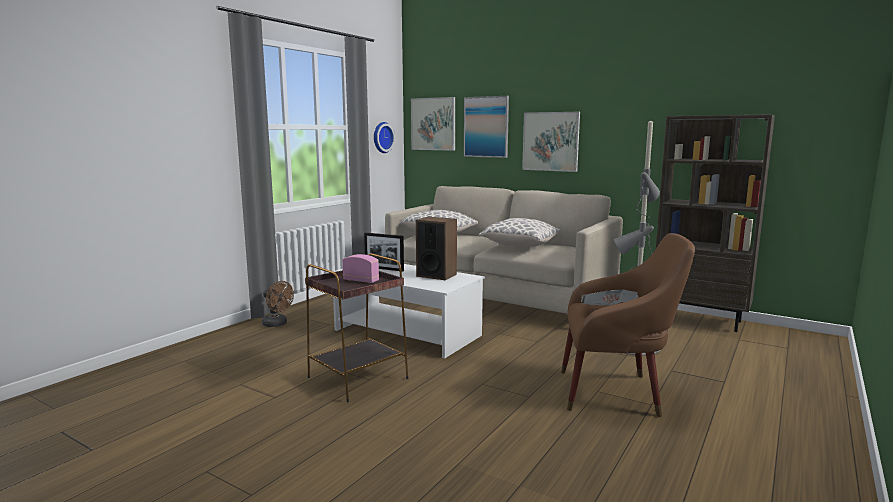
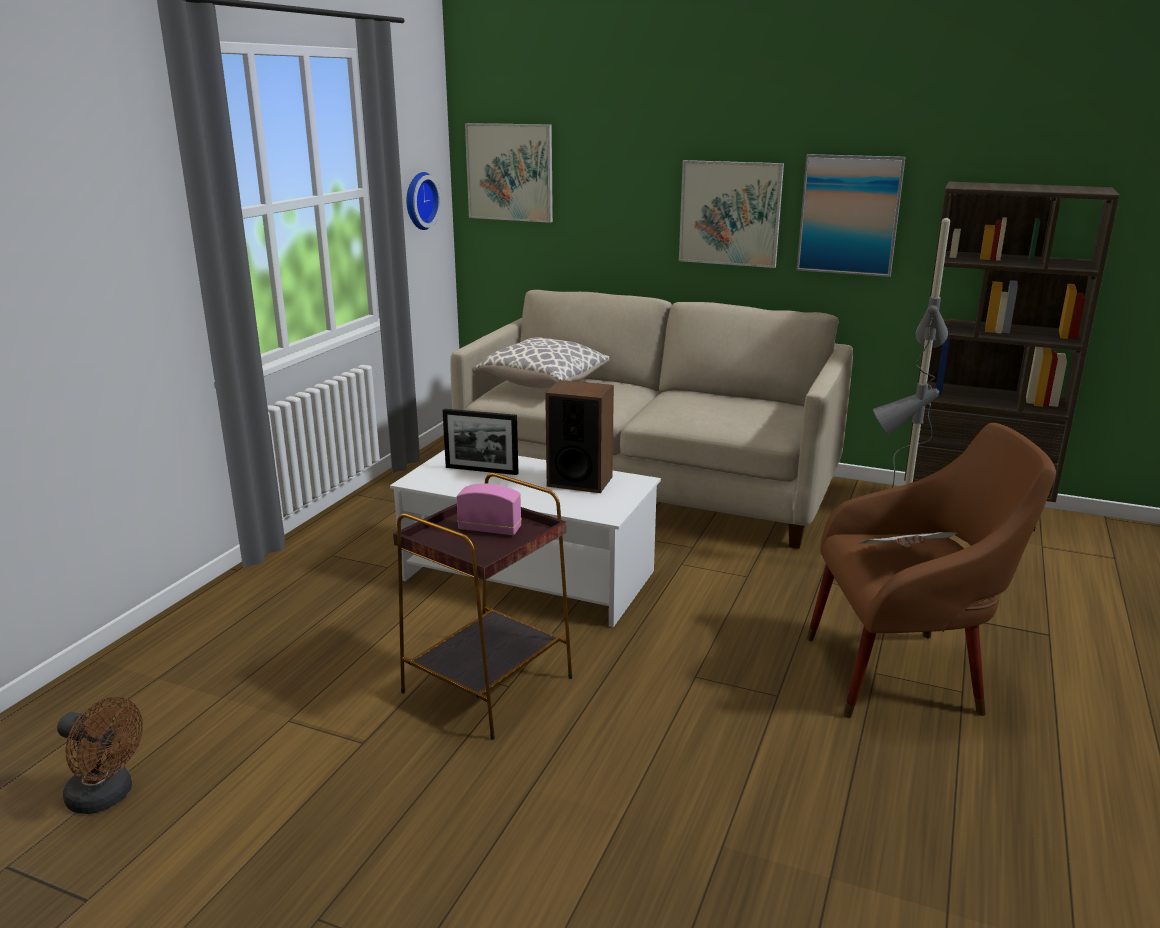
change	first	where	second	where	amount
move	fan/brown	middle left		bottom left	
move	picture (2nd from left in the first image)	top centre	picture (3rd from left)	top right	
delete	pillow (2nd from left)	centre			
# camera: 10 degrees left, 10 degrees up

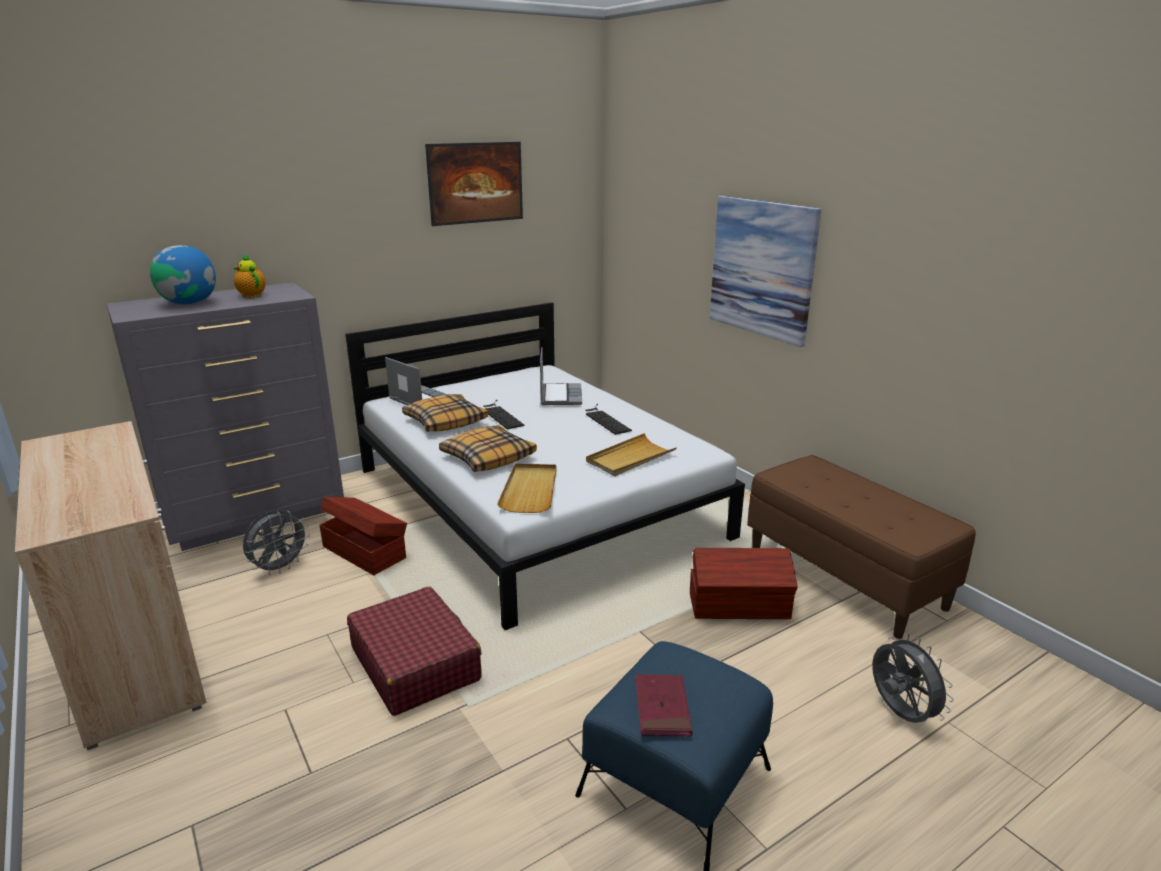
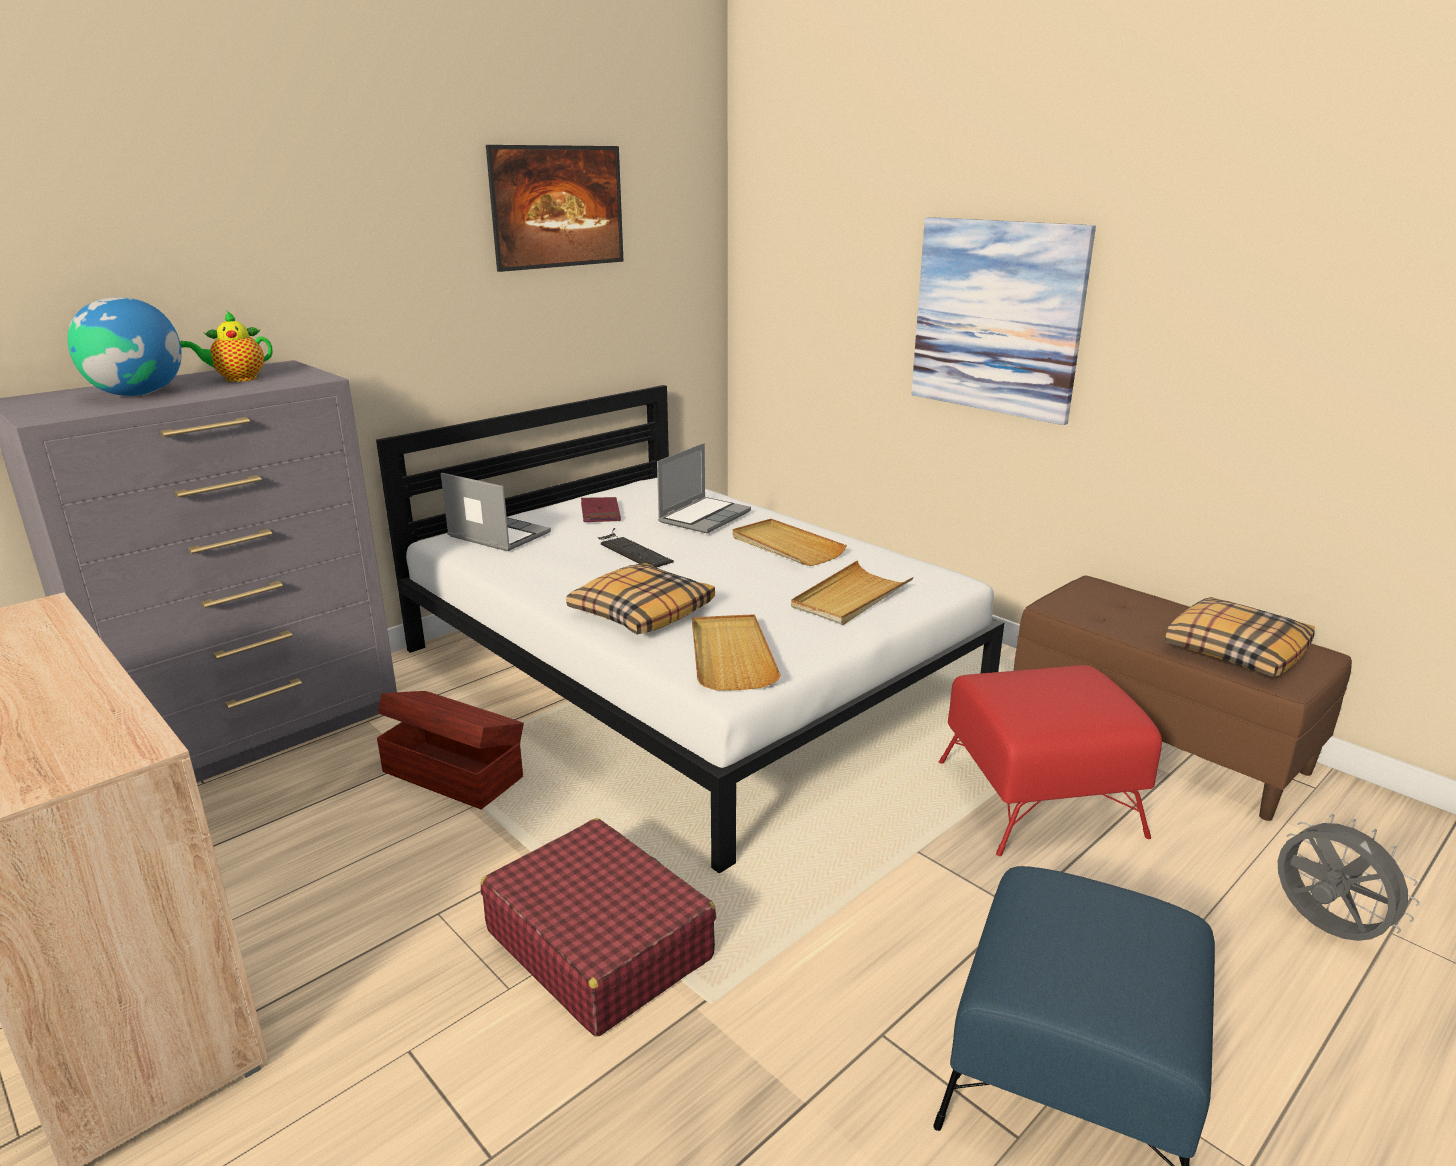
change	first	where	second	where	amount
rotate	teapot	top left		top left	60 degrees counterclockwise
move	book/red	bottom centre		centre	
rotate	laptop (2nd from left)	centre		centre	45 degrees clockwise
replace	keyboard (2nd from left)	centre	tray/beige (2nd from left)	centre	
replace	storage box/brown (2nd from left)	bottom centre	ottoman/red	middle right	
move	pillow (1st from left in the first image)	centre	pillow (2nd from left)	middle right	
delete	fan/grey (1st from left)	middle left			
# camera: 10 degrees left, 0 degrees up

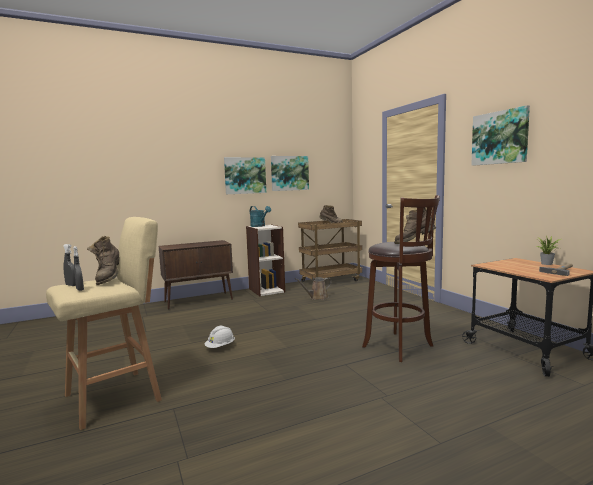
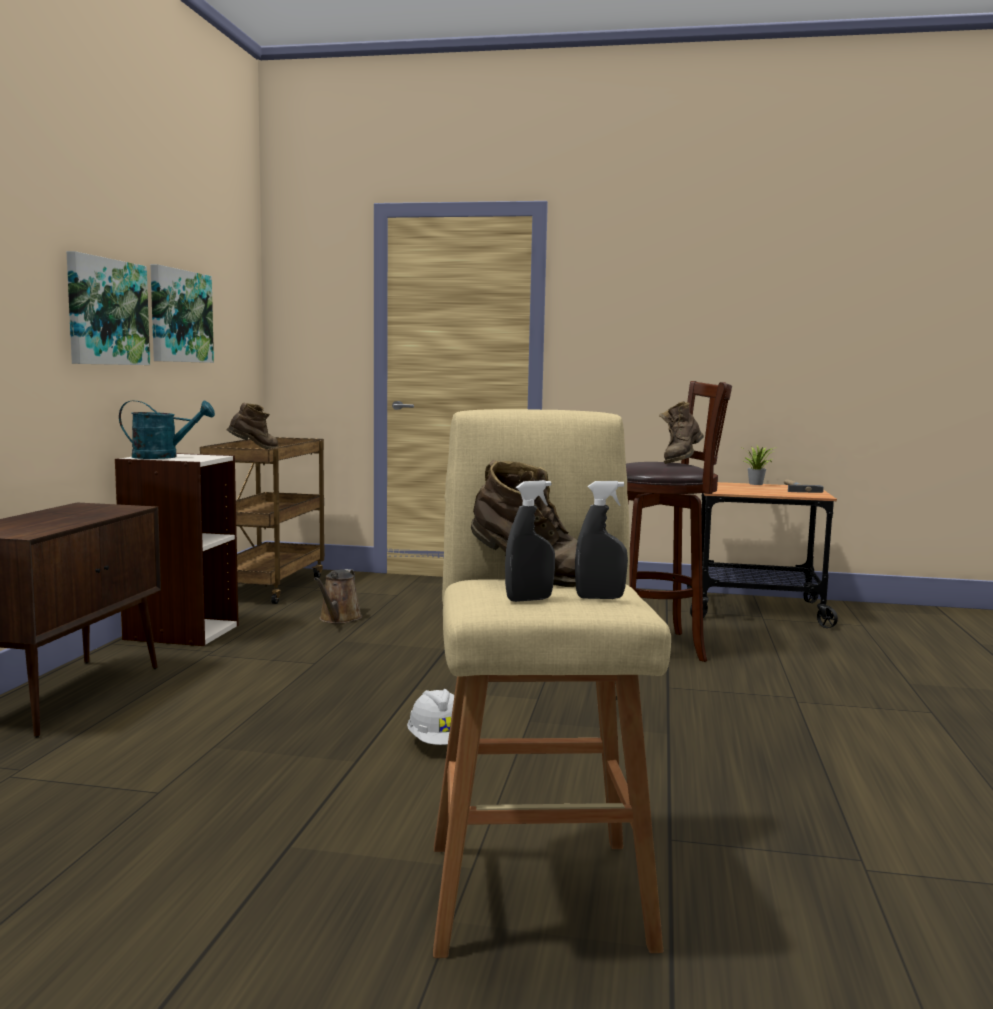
change	first	where	second	where	amount
delete	picture (3rd from left)	top right			
# camera: 55 degrees left, 0 degrees up

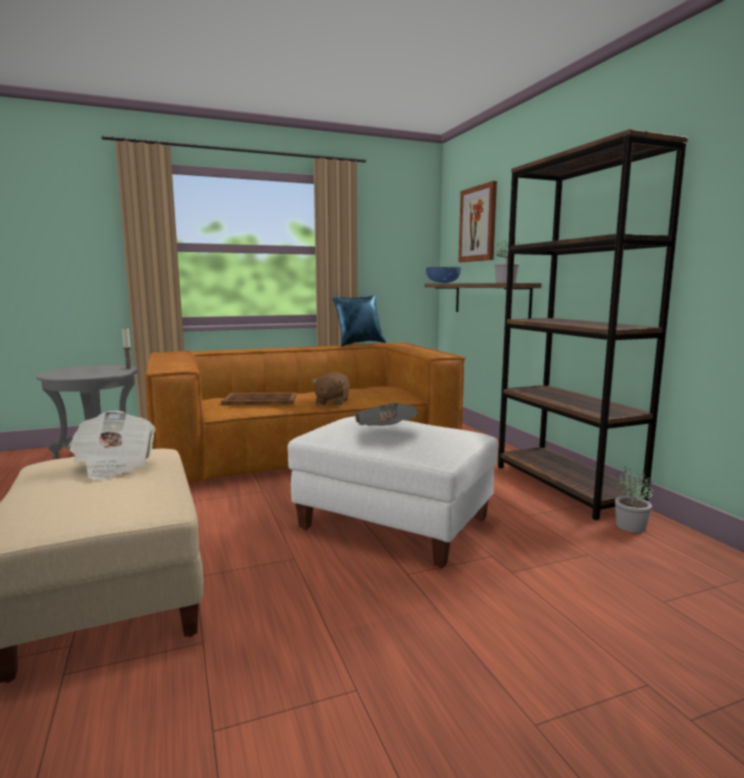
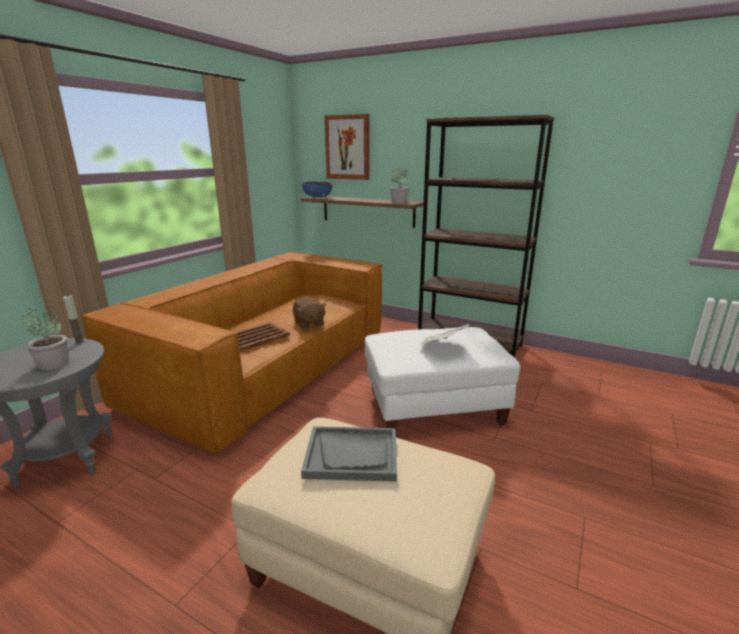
change	first	where	second	where	amount
move	potted plant (2nd from left in the first image)	middle right	potted plant (1st from left)	middle left	
replace	newspaper (1st from left)	middle left	tray/grey	bottom centre	
delete	pillow/blue	centre			
# camera: 40 degrees left, 10 degrees up

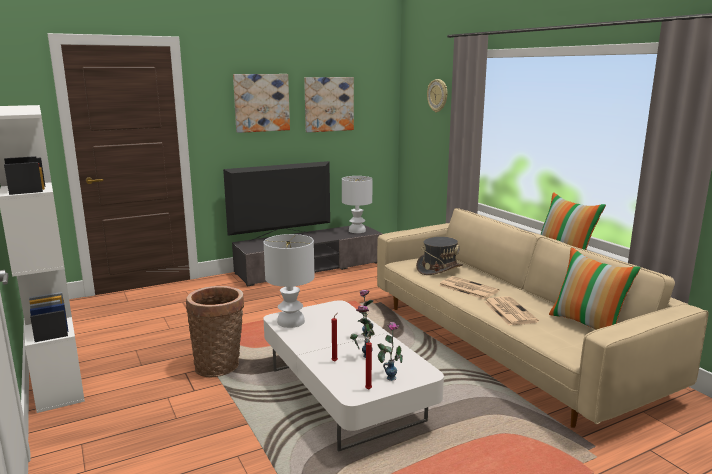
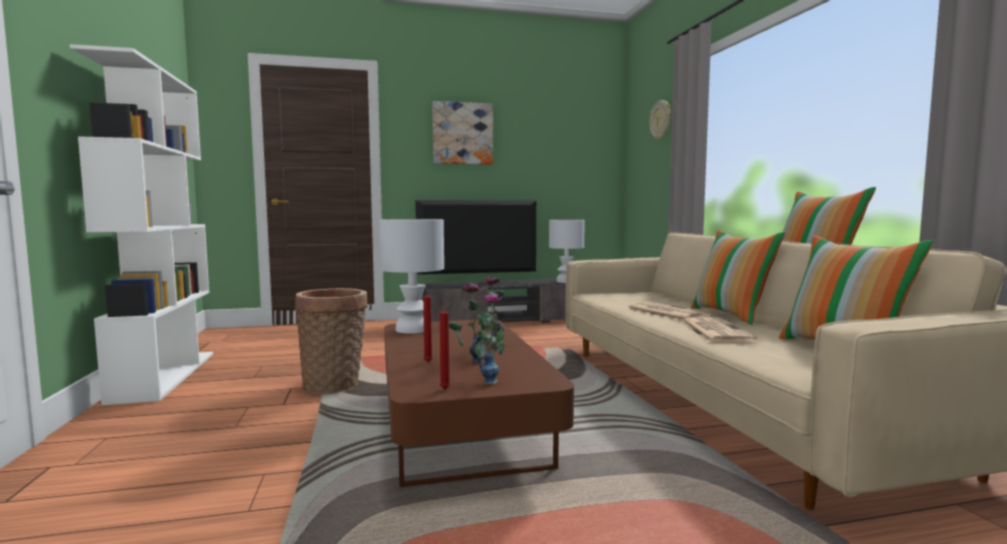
change	first	where	second	where	amount
recolor	coffee table/white	bottom centre	coffee table/brown	bottom centre	
insert			pillow (1st from left)	middle right	
delete	picture (2nd from left)	top centre			
delete	hat/grey	centre			
# camera: 15 degrees right, 10 degrees down

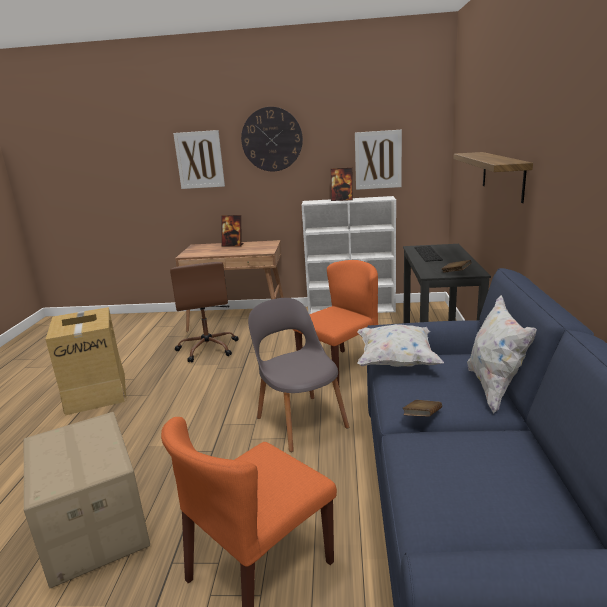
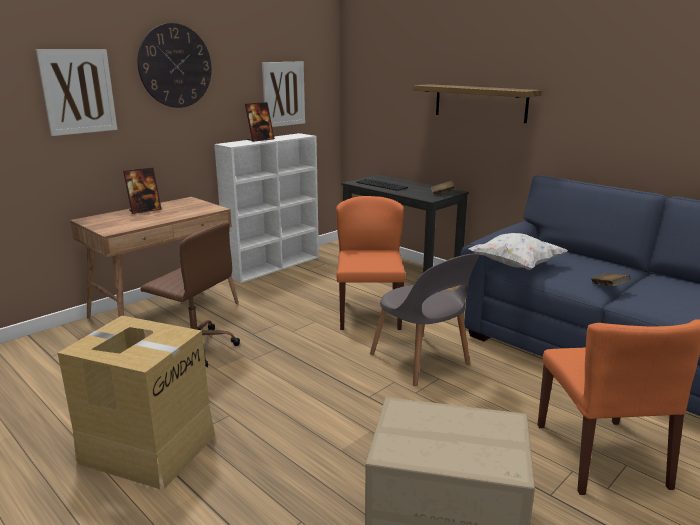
change	first	where	second	where	amount
rotate	chair/grey	centre		centre	135 degrees counterclockwise
delete	pillow/white (2nd from left)	middle right			
# camera: 50 degrees left, 0 degrees up

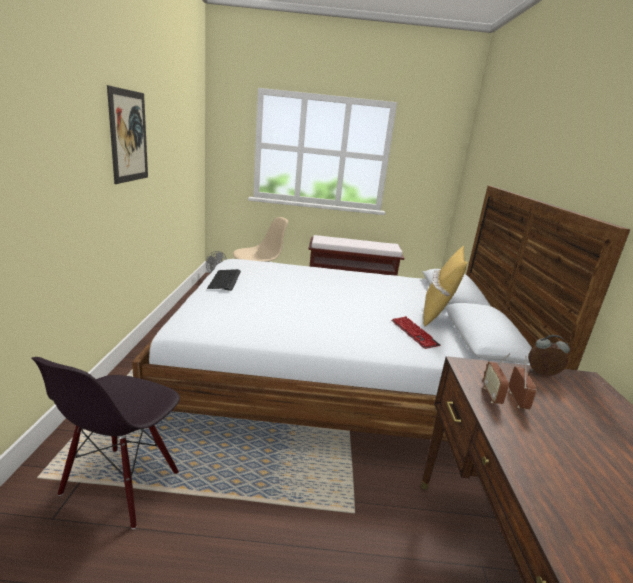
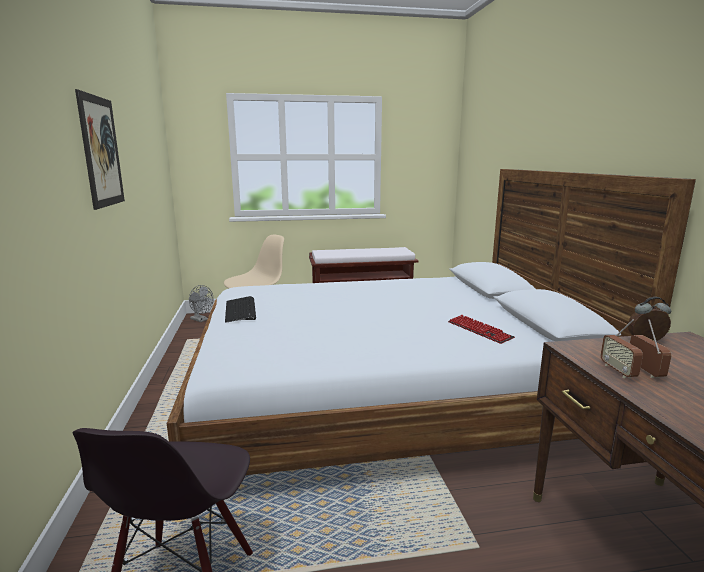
change	first	where	second	where	amount
delete	pillow/yellow	middle right			
# camera: 10 degrees left, 5 degrees down

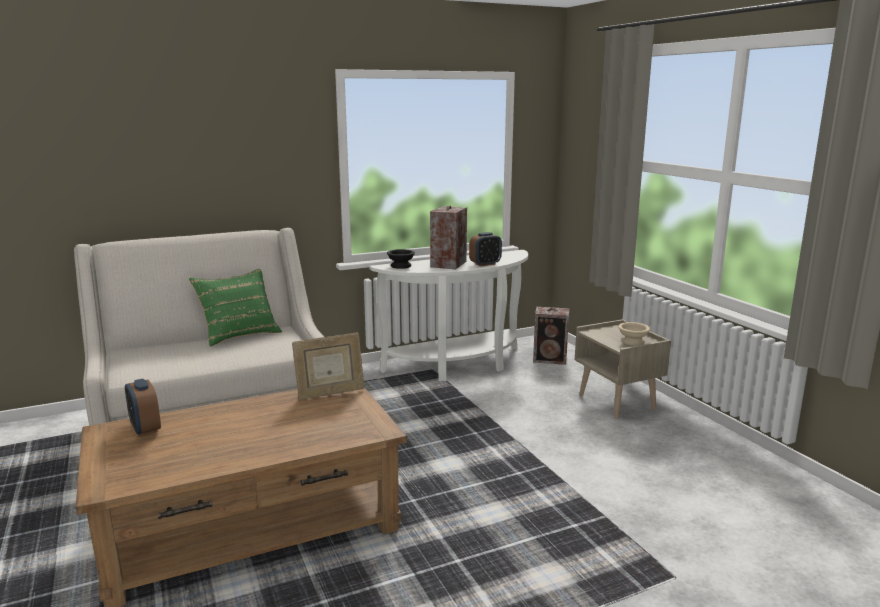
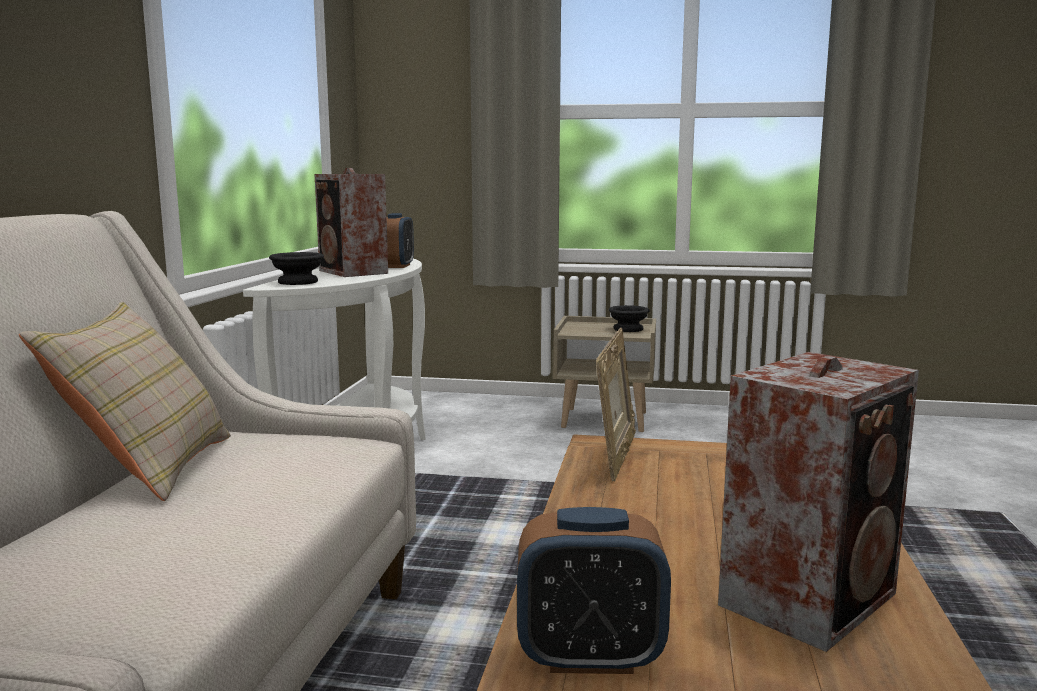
change	first	where	second	where	amount
recolor	pillow/green	middle left	pillow/beige	middle left	
recolor	bowl/beige	middle right	bowl/black (2nd from left)	centre	
move	speaker (2nd from left)	centre		bottom right	
# camera: 55 degrees left, 5 degrees down

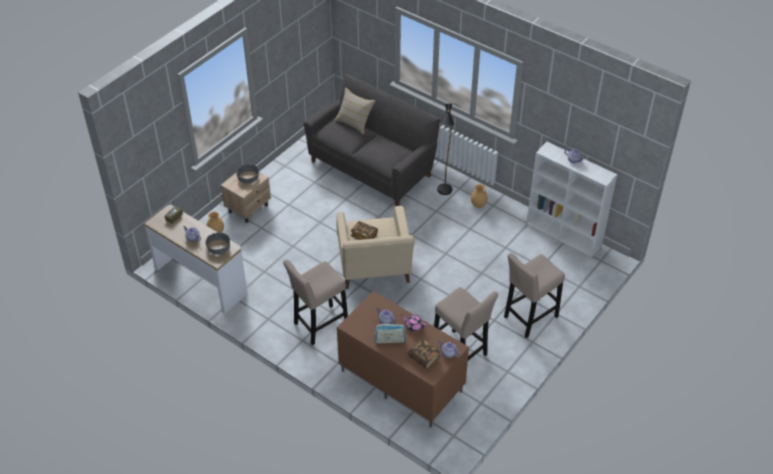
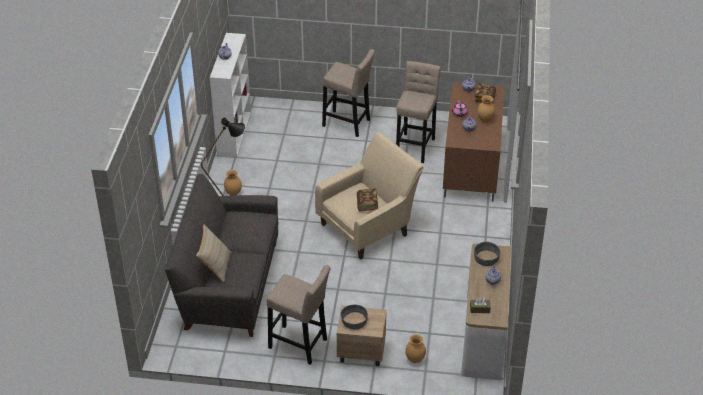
change	first	where	second	where	amount
move	stool/beige (1st from left)	centre		bottom centre	
replace	radio	bottom centre	vase/brown (3rd from left)	top right	
# camera: 120 degrees left, 5 degrees down

